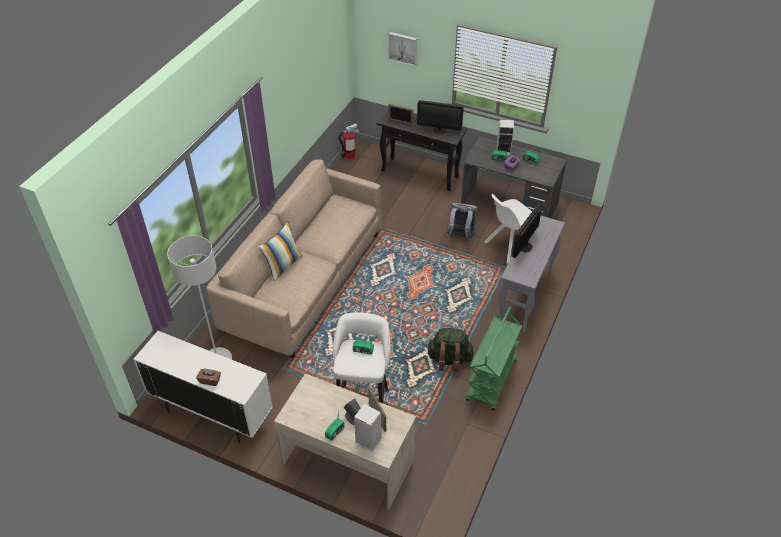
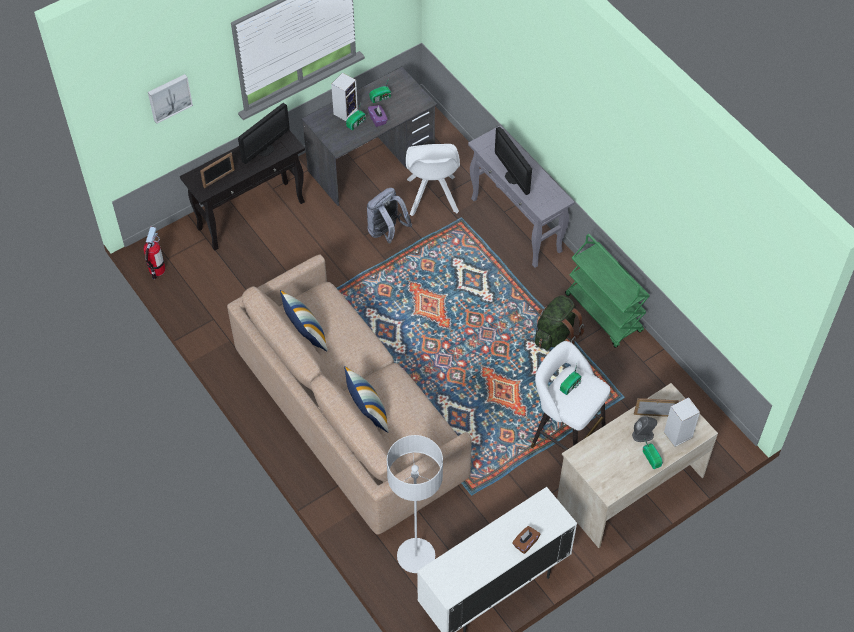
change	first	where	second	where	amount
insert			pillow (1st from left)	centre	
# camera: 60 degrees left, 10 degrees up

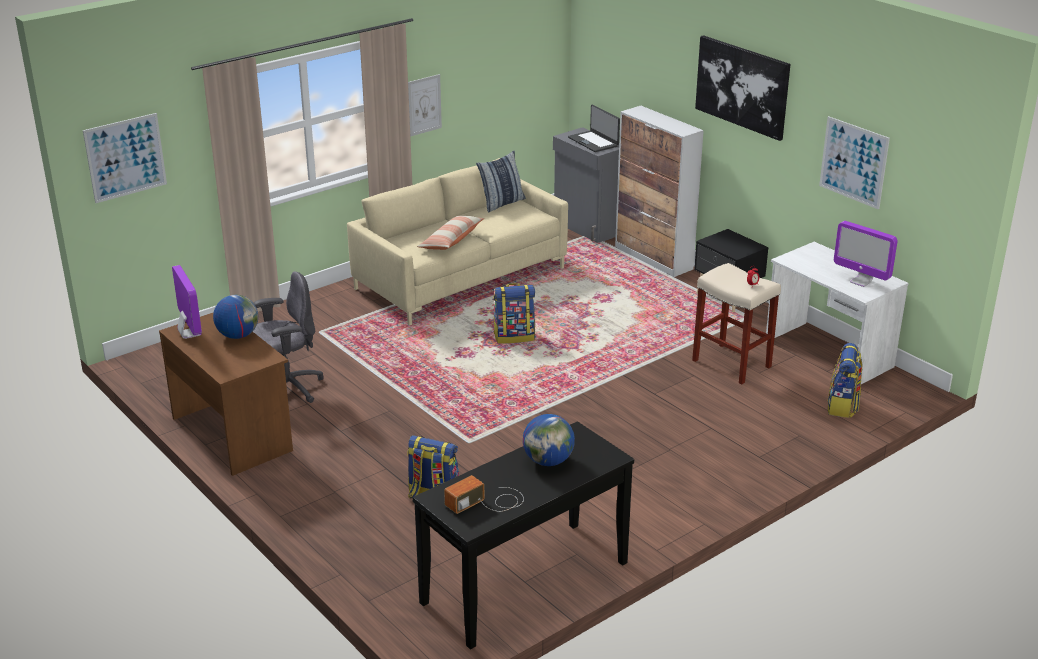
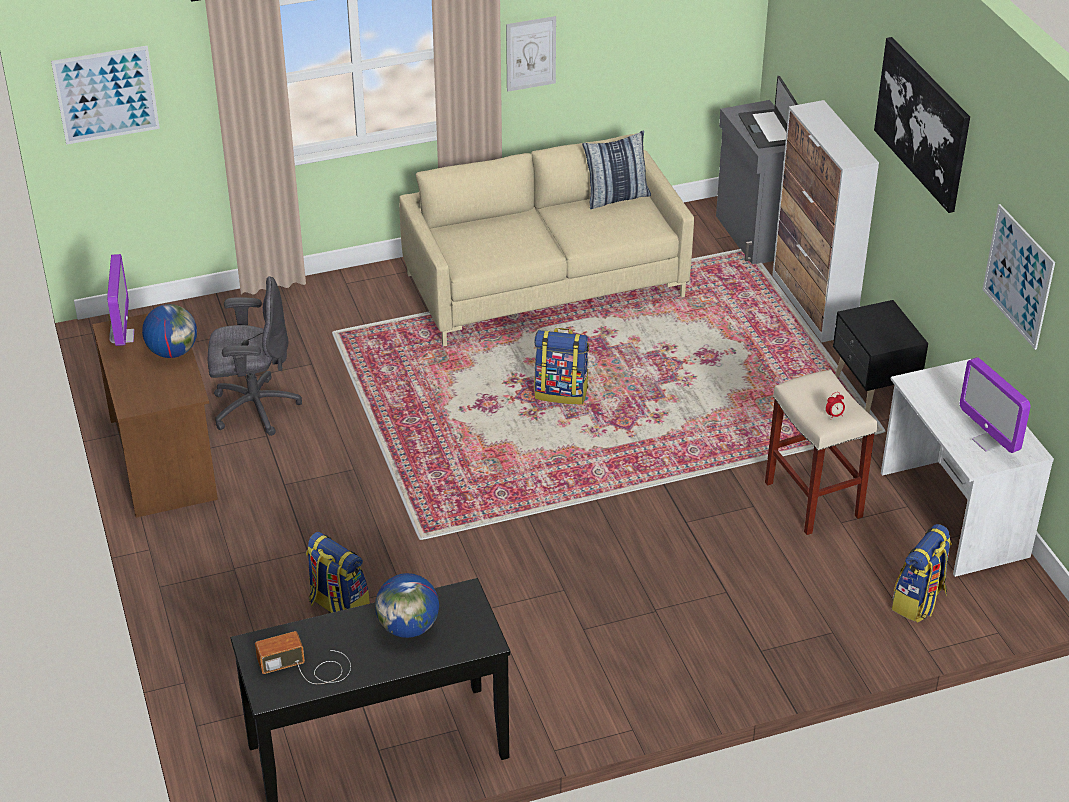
change	first	where	second	where	amount
delete	pillow (1st from left)	centre			
# camera: 20 degrees right, 10 degrees up

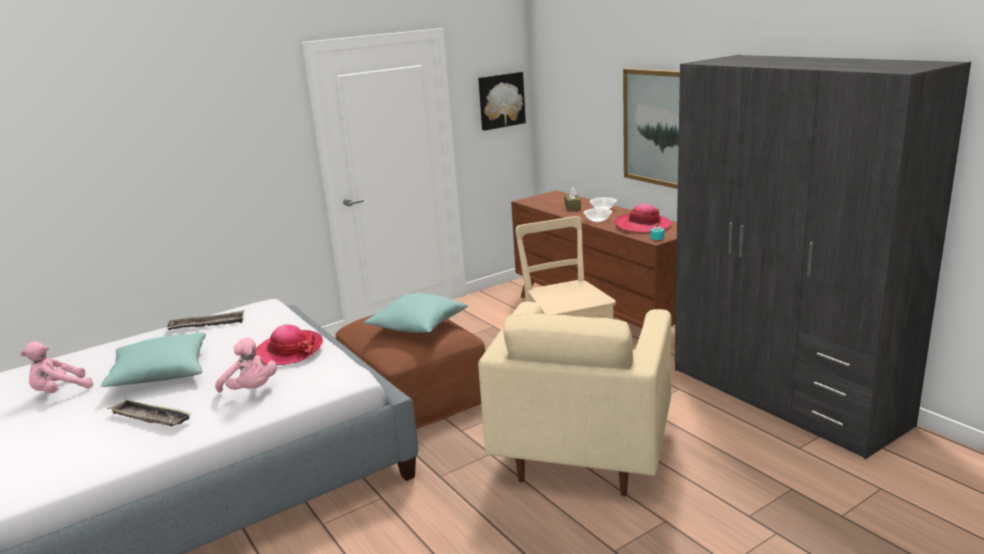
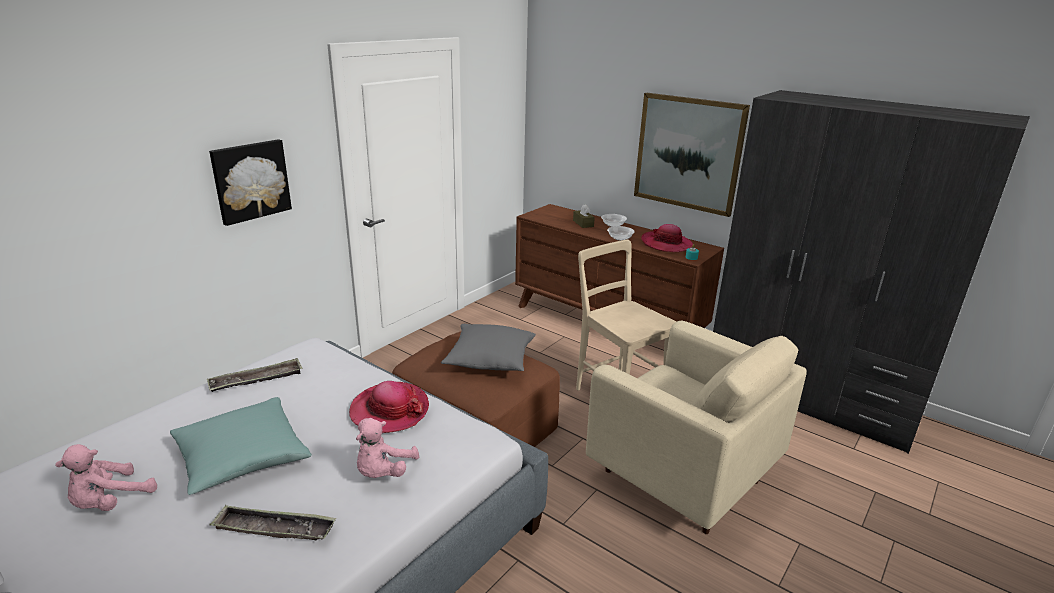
change	first	where	second	where	amount
move	picture (1st from left)	top centre		top left	
rotate	plush toy/pink (2nd from left)	middle left		bottom centre	90 degrees clockwise
recolor	pillow/turquoise (2nd from left)	centre	pillow/grey	centre	
rotate	armchair/beige	bottom centre		bottom centre	45 degrees counterclockwise
# camera: 20 degrees left, 5 degrees up

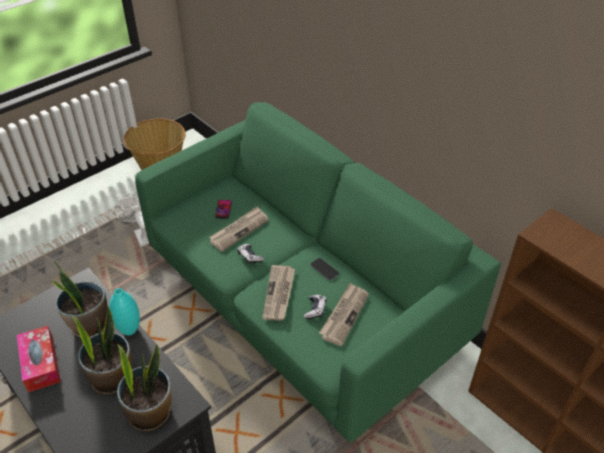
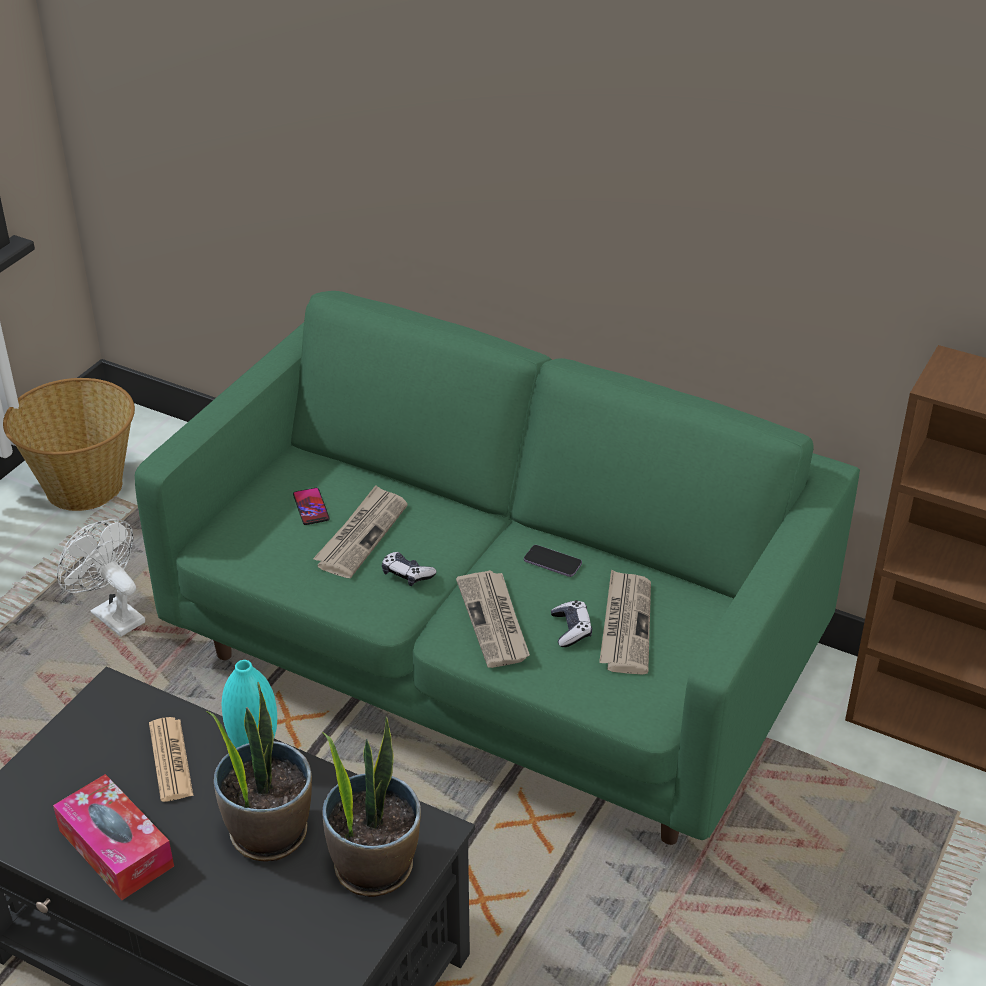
change	first	where	second	where	amount
replace	potted plant (1st from left)	middle left	newspaper (1st from left)	bottom left	
# camera: 20 degrees left, 5 degrees down

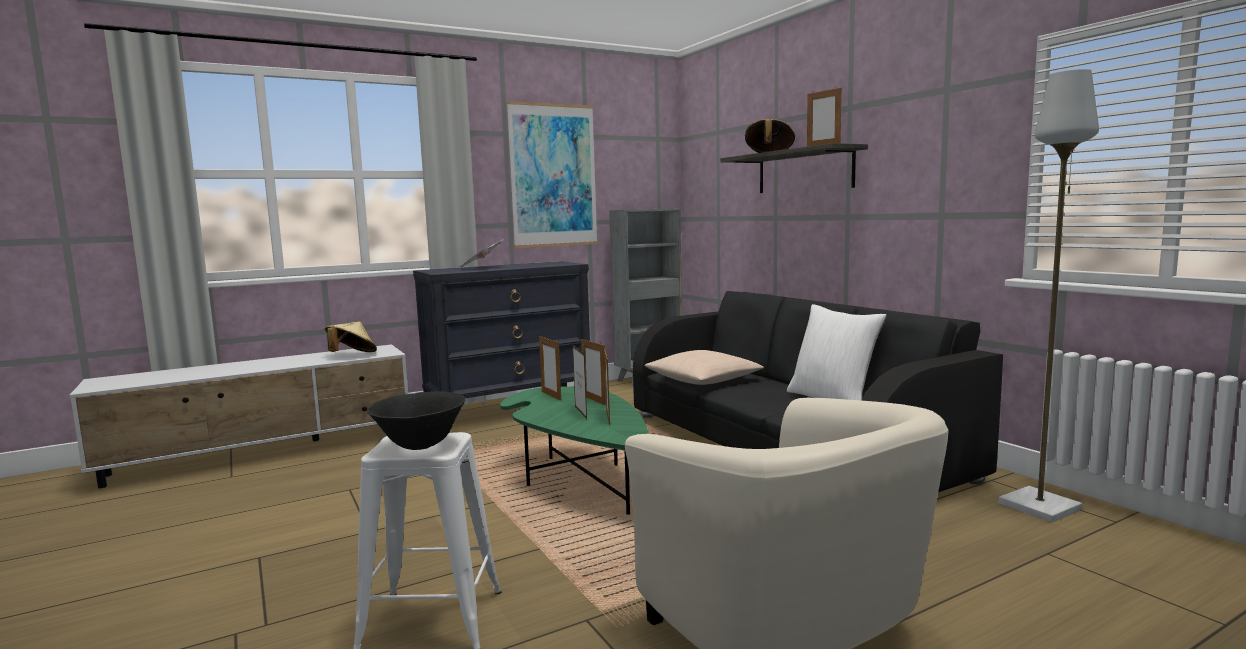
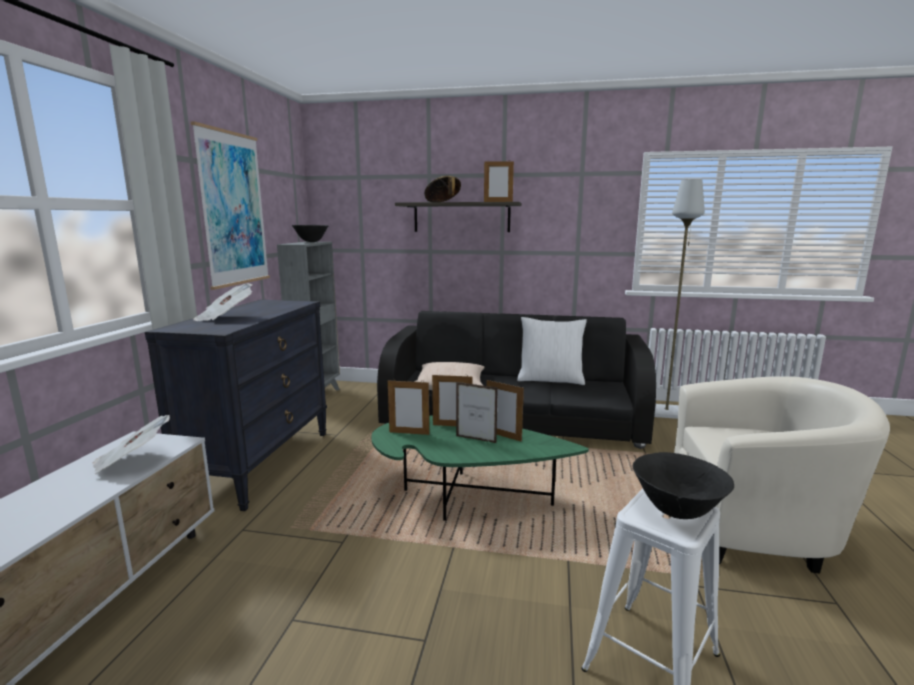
change	first	where	second	where	amount
replace	hat/beige (1st from left)	middle left	newspaper (1st from left)	middle left	
insert			bowl/black (1st from left)	centre	
# camera: 50 degrees left, 5 degrees up

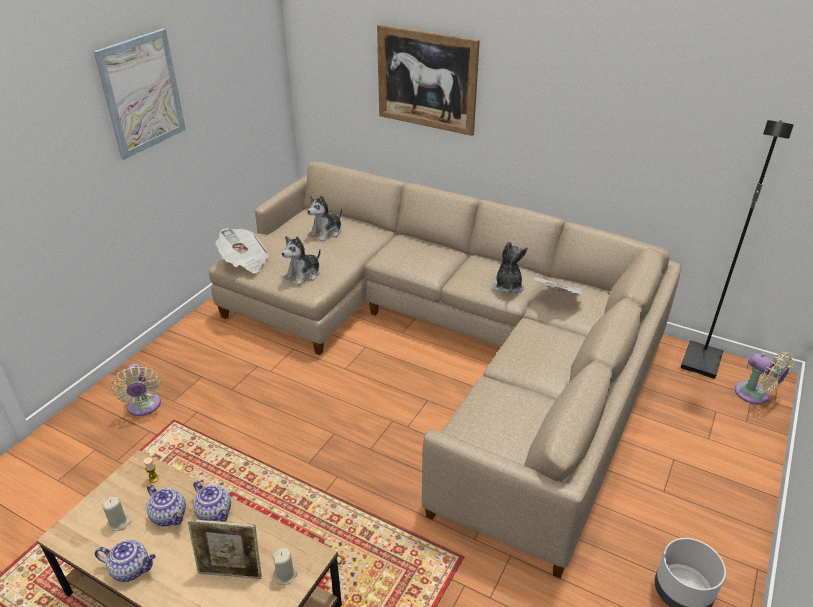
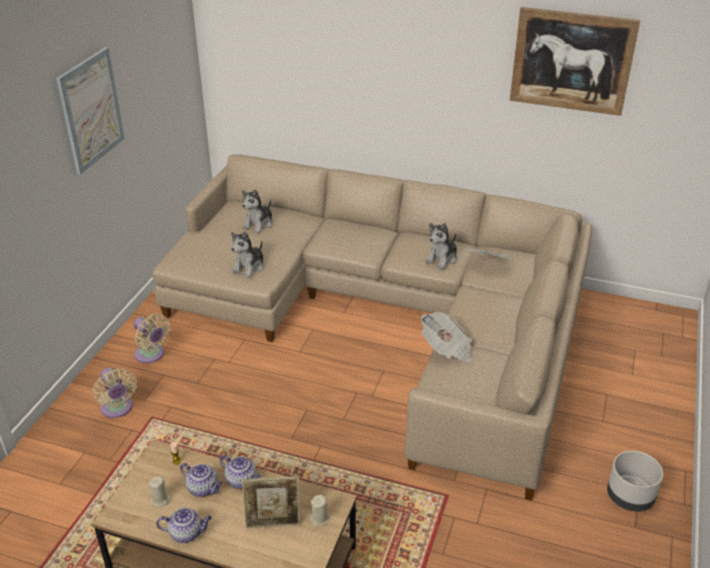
change	first	where	second	where	amount
move	fan/beige (2nd from left)	middle right		middle left	
move	newspaper (1st from left)	middle left		centre	
rotate	plush toy (3rd from left)	centre		centre	135 degrees counterclockwise
move	picture (2nd from left)	top centre		top right	
delete	floor lamp/black	middle right			
# camera: 10 degrees left, 0 degrees up

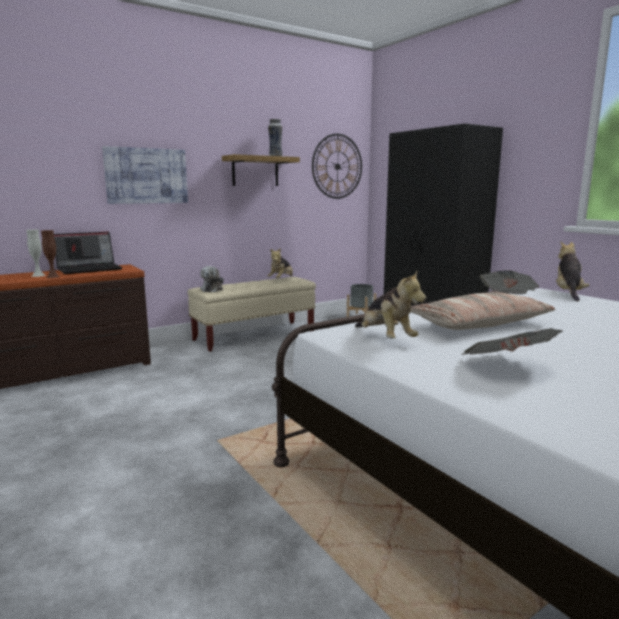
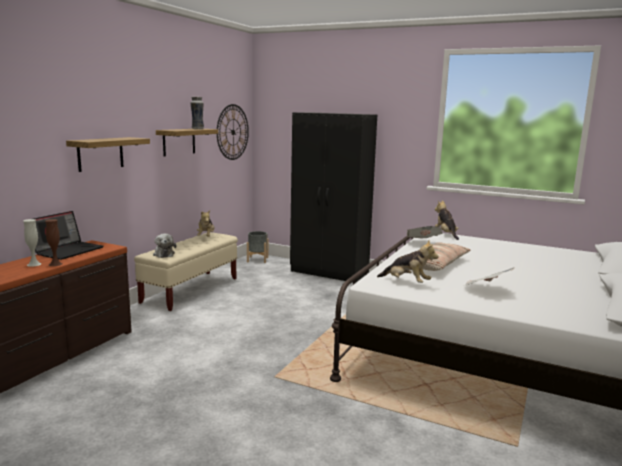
change	first	where	second	where	amount
replace	picture	top left	shelf (1st from left)	top left	
# camera: 30 degrees left, 0 degrees up

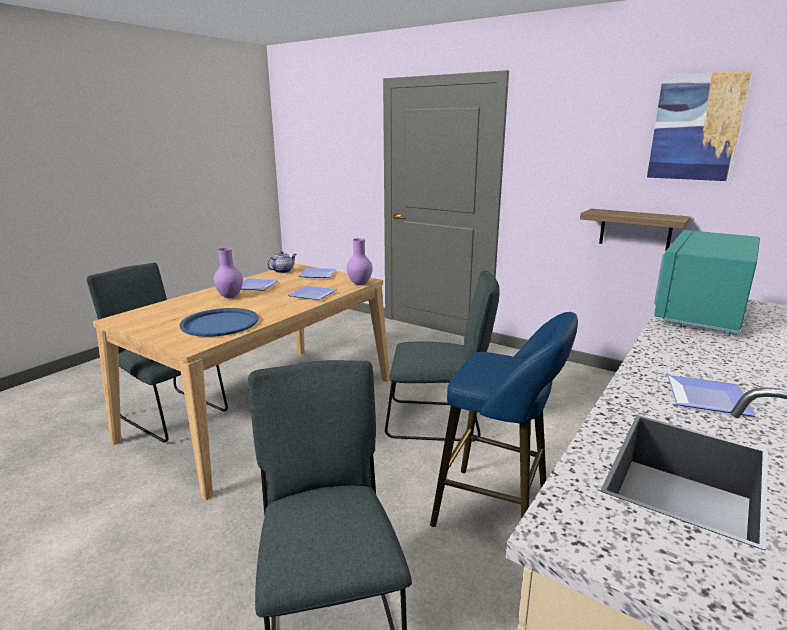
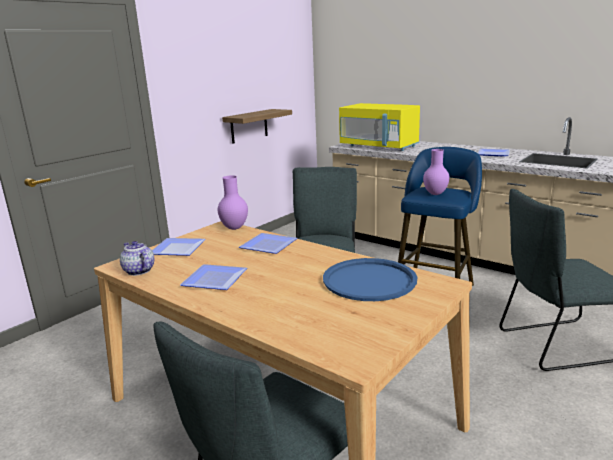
change	first	where	second	where	amount
recolor	microwave/turquoise	middle right	microwave/yellow	top centre	
move	vase/purple (1st from left in the first image)	middle left	vase/purple (2nd from left)	middle right	
delete	picture	top right			
# camera: 85 degrees left, 0 degrees up

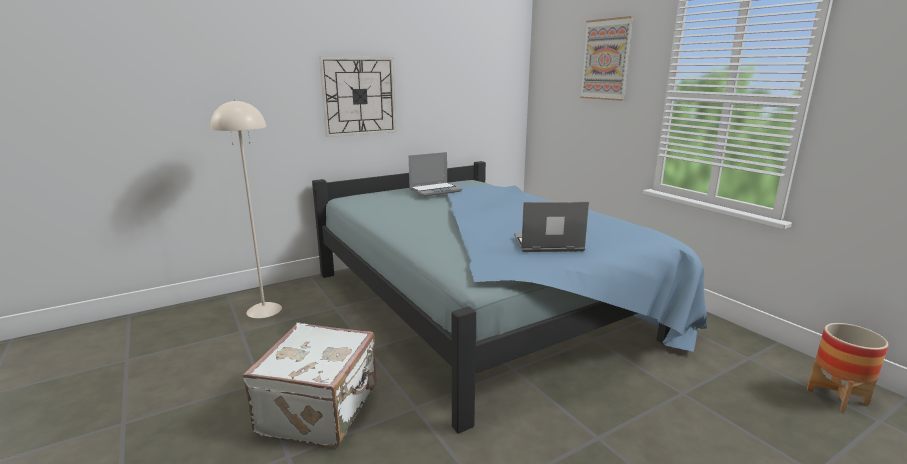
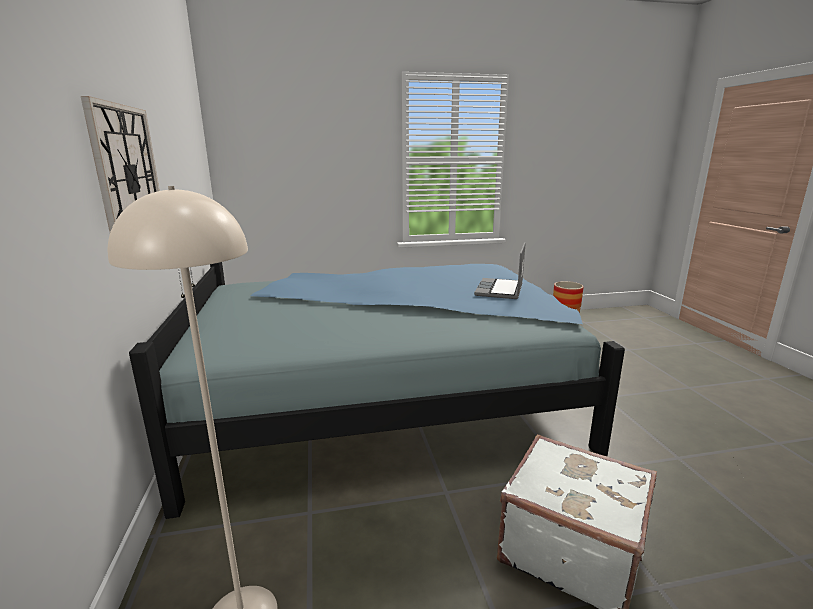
change	first	where	second	where	amount
delete	laptop (1st from left)	centre			
delete	picture	top right			
# camera: 70 degrees left, 0 degrees up

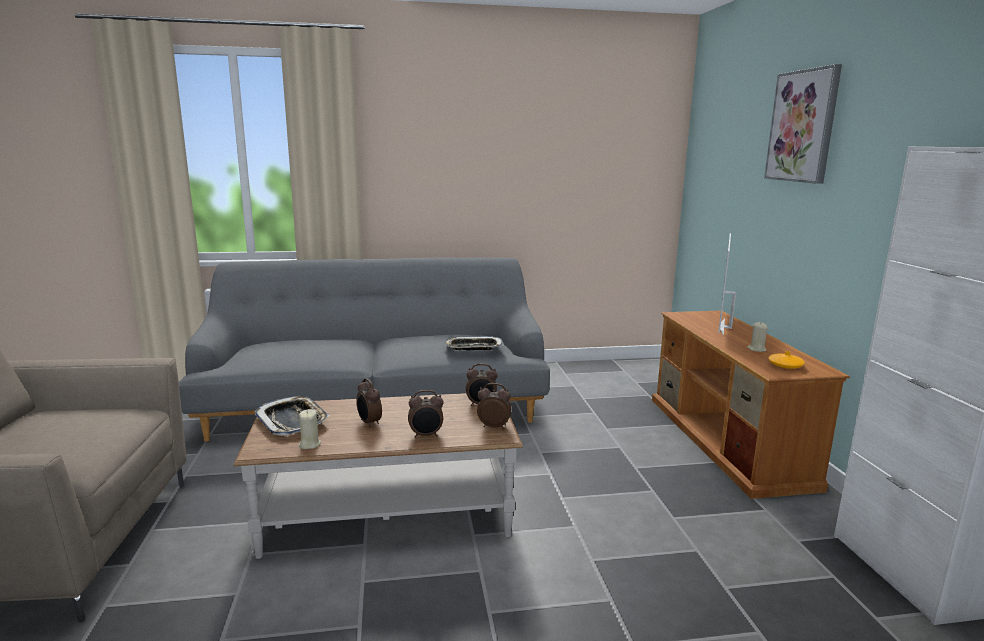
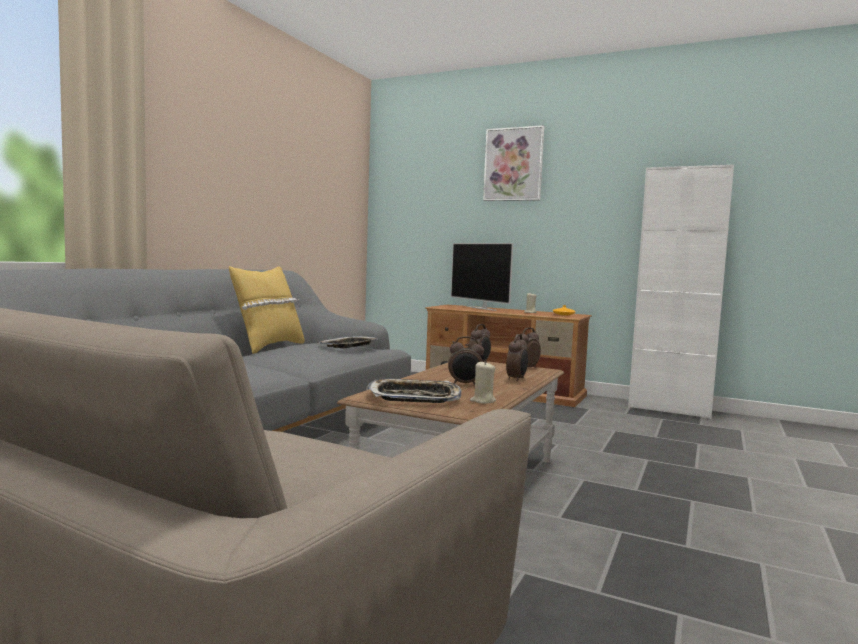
change	first	where	second	where	amount
insert			pillow/yellow	middle left	
# camera: 55 degrees left, 10 degrees down

